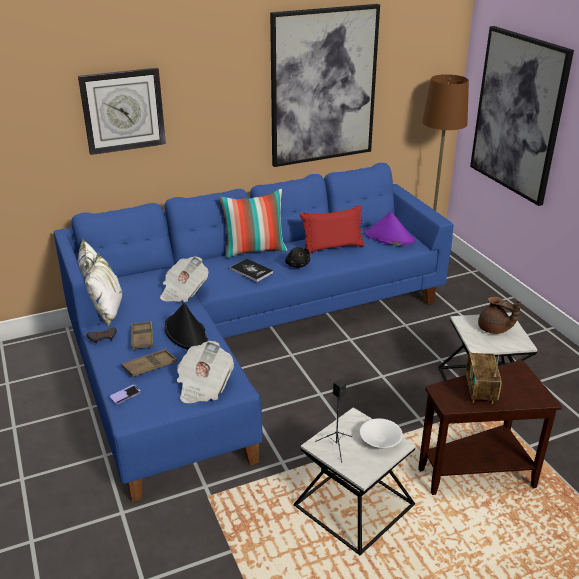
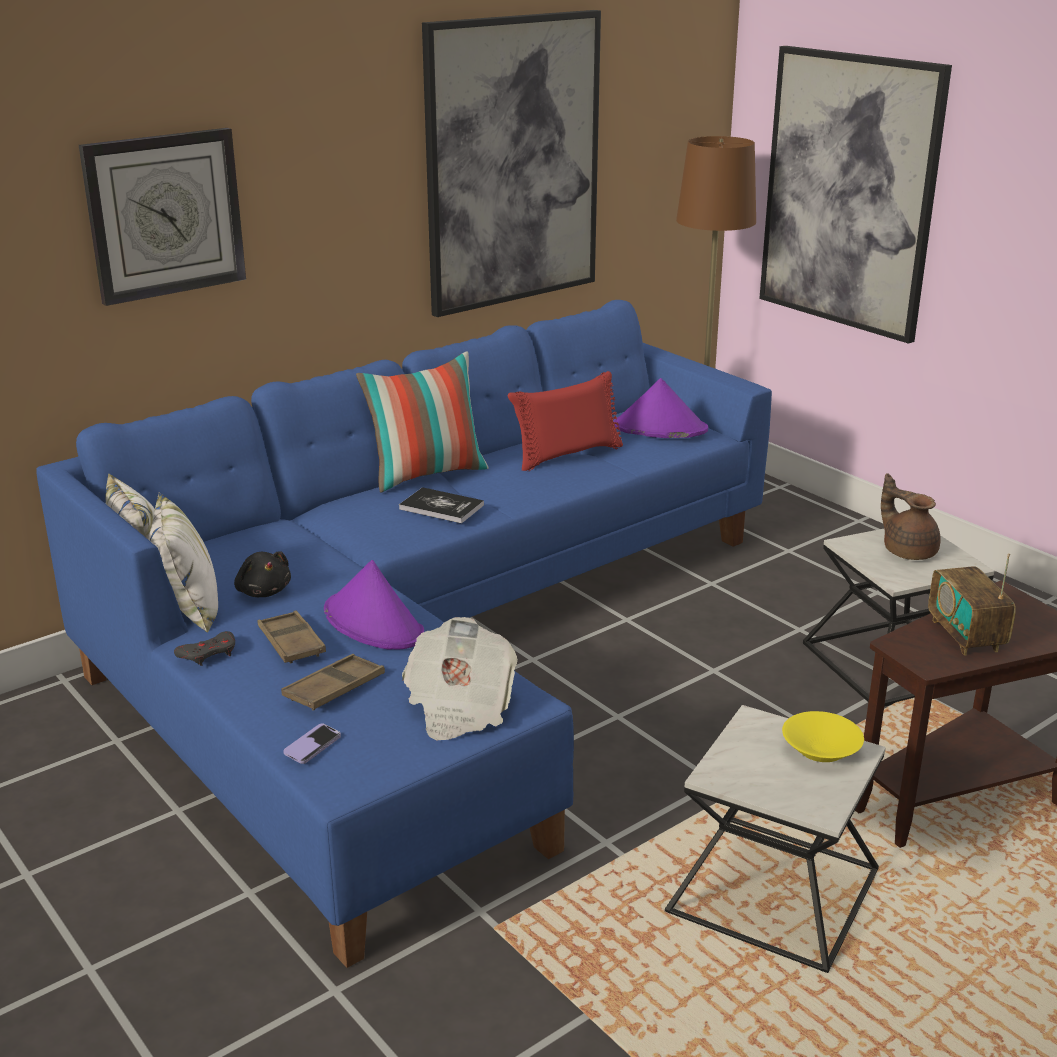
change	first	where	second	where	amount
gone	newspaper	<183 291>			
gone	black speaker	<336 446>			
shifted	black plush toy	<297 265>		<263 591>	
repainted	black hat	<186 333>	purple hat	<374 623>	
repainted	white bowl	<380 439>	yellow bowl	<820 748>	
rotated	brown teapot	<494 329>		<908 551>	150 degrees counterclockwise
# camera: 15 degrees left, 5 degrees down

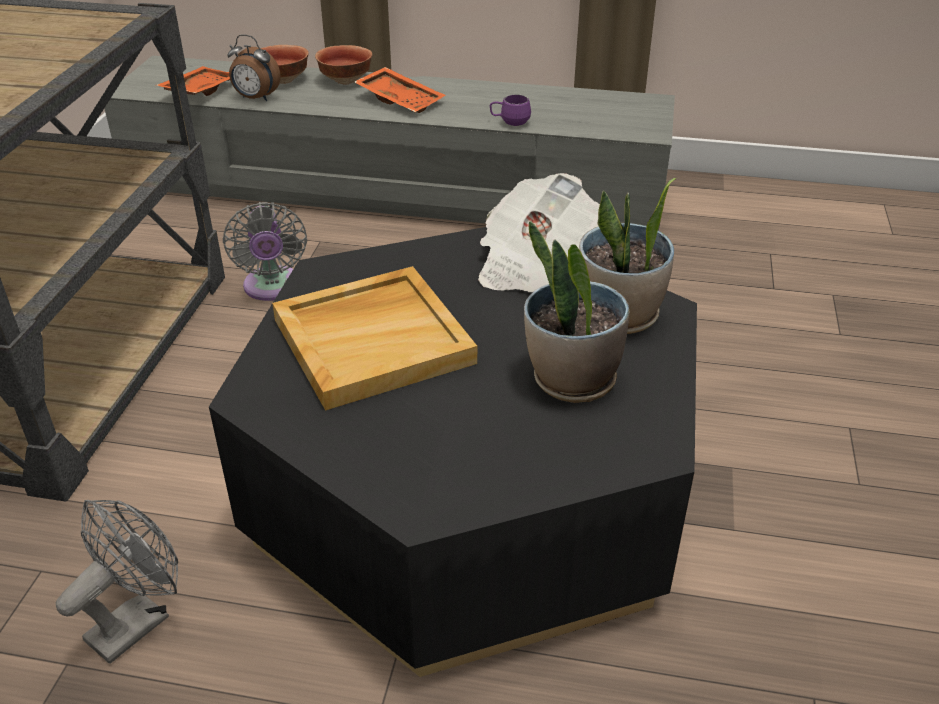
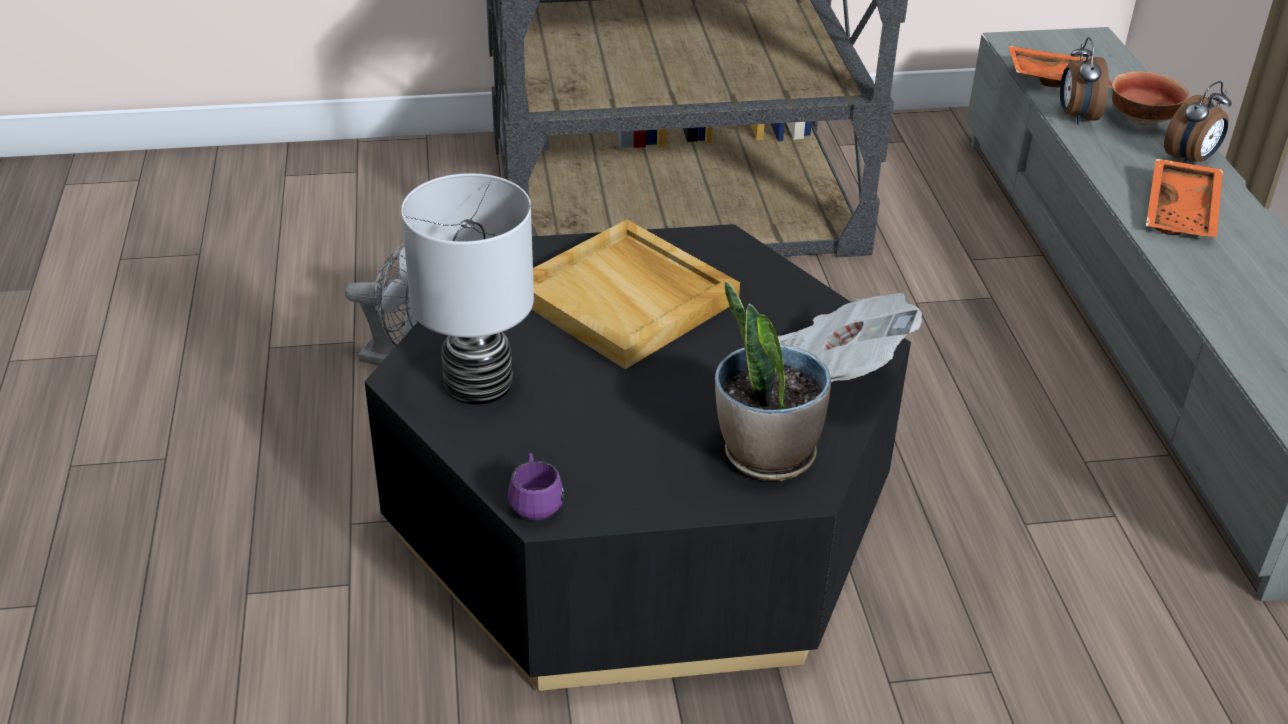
change	first	where	second	where	amount
gone	grey fan	<272 288>			
gone	potted plant	<571 380>			
new			grey table lamp	<478 384>	
shifted	purple mug	<509 122>		<535 502>	
swapped	bowl	<345 80>	alarm clock	<1191 160>	
# camera: 70 degrees right, 0 degrees up

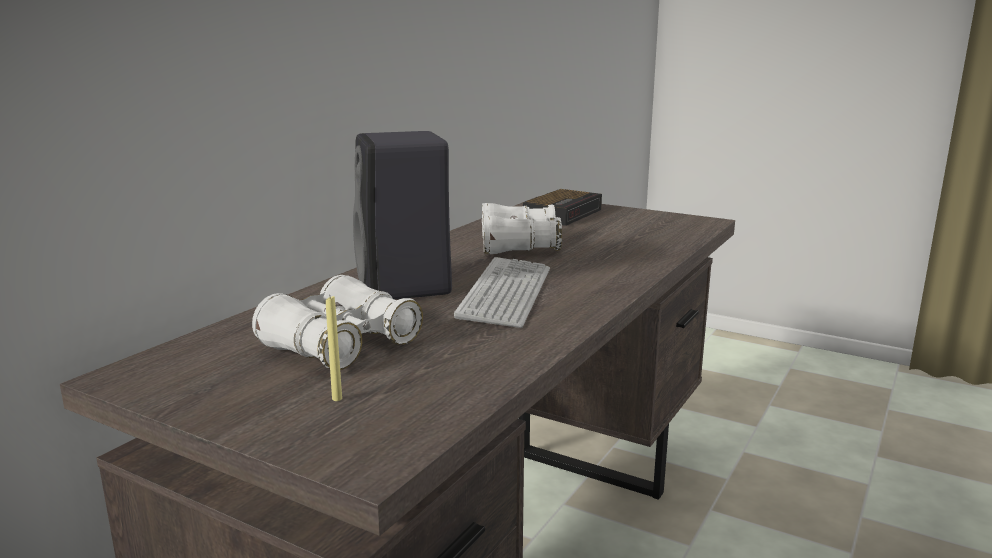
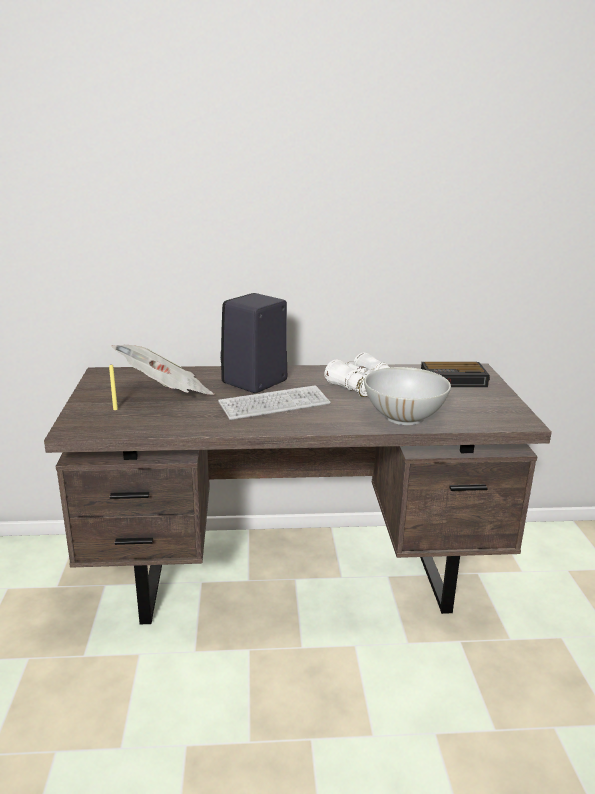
change	first	where	second	where	amount
new			white bowl	<404 417>	
swapped	white binoculars	<341 345>	newspaper	<166 393>	
# camera: 55 degrees right, 5 degrees up

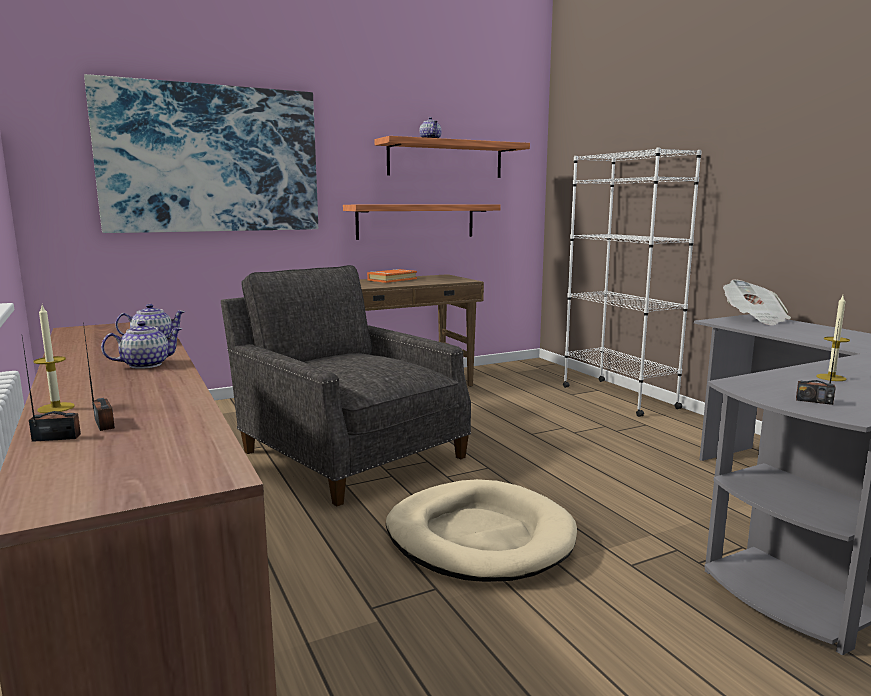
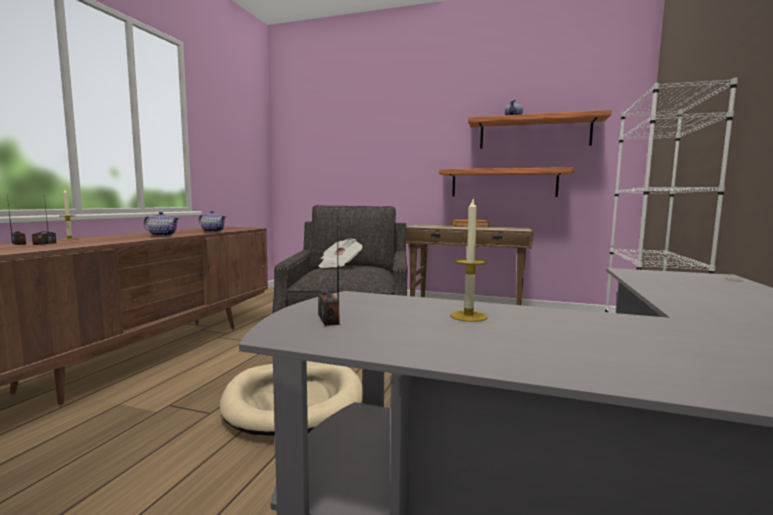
change	first	where	second	where	amount
gone	picture	<211 159>			
shifted	newspaper	<754 319>		<339 265>	
# camera: 45 degrees right, 5 degrees down

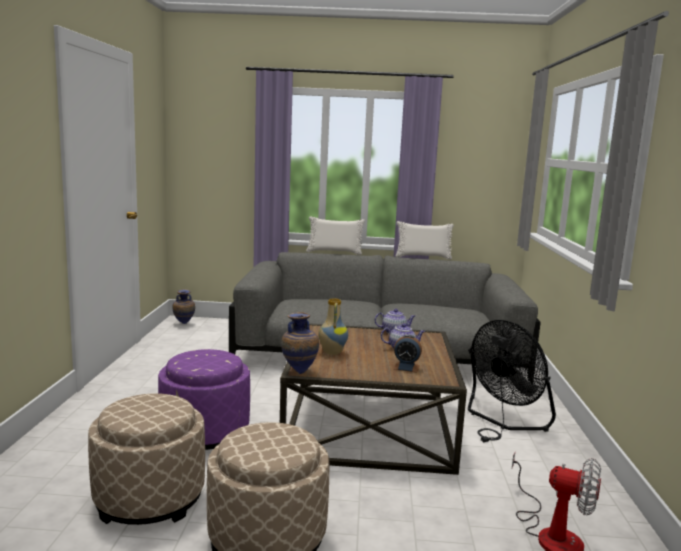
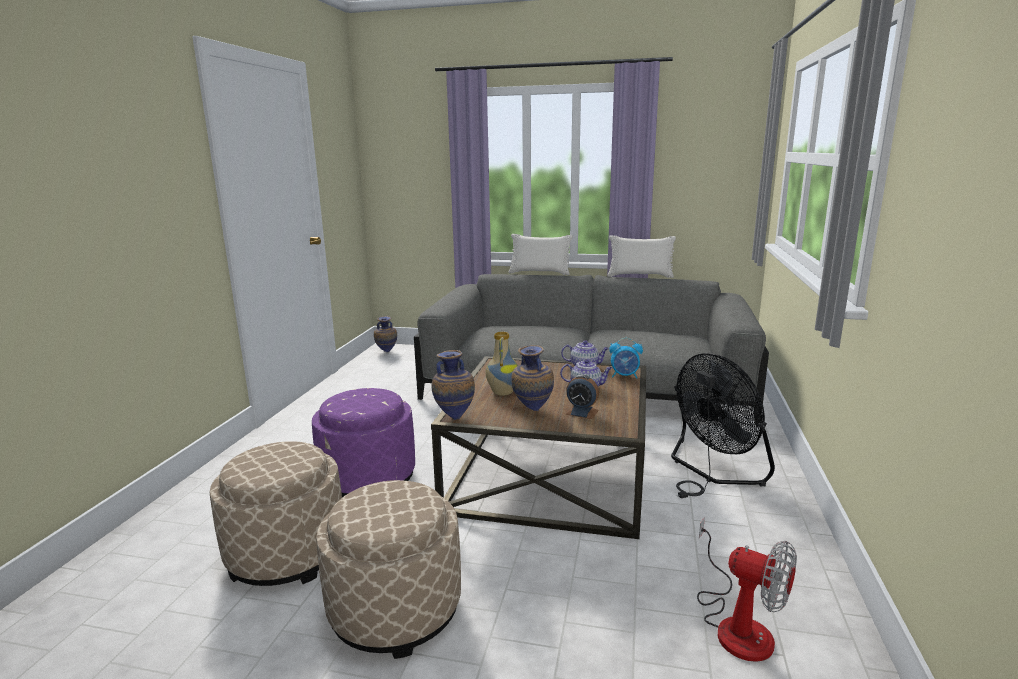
change	first	where	second	where	amount
new			vase	<532 411>	
new			alarm clock	<625 376>	
# camera: 10 degrees right, 5 degrees up

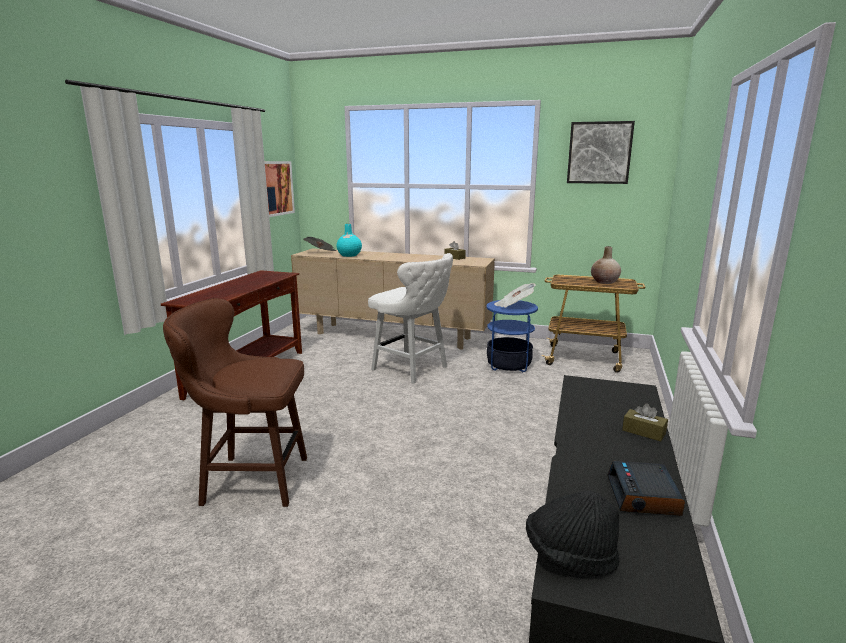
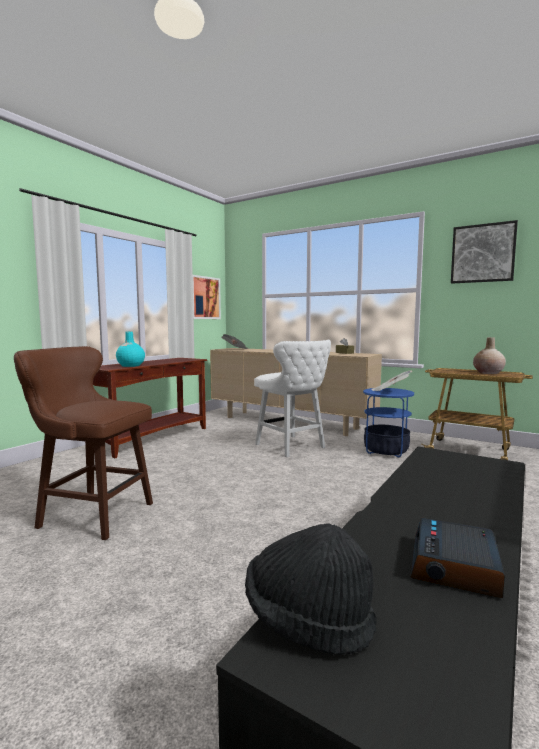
change	first	where	second	where	amount
gone	brown tissue box	<643 432>			
shifted	turquoise vase	<349 255>		<130 366>	
# camera: 15 degrees right, 10 degrees down

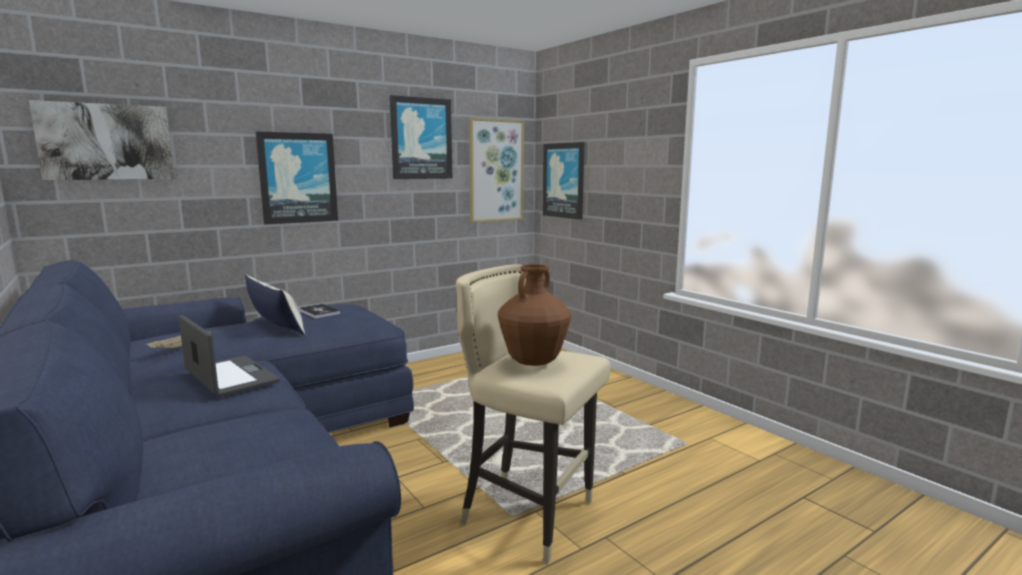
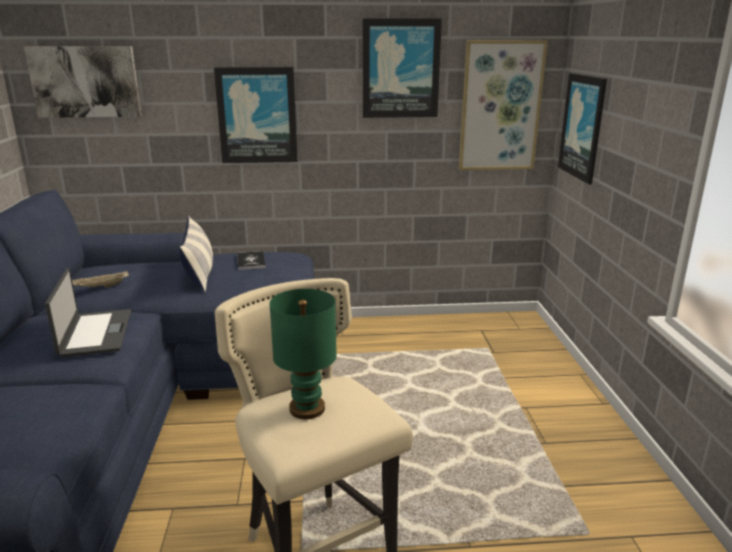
change	first	where	second	where	amount
swapped	brown vase	<533 362>	green table lamp	<306 409>	
# camera: 30 degrees right, 10 degrees up

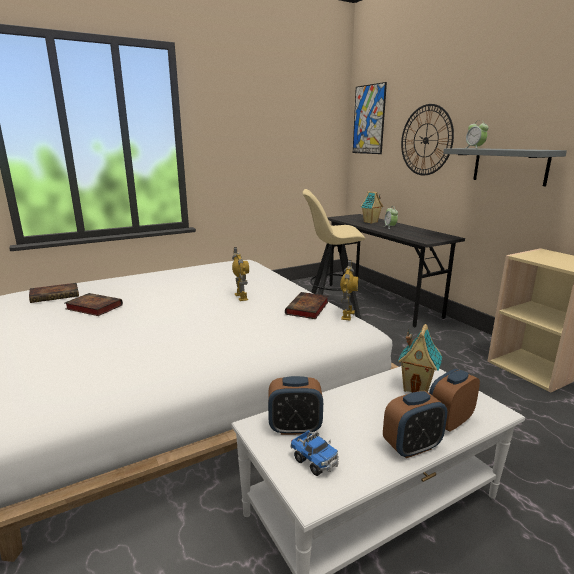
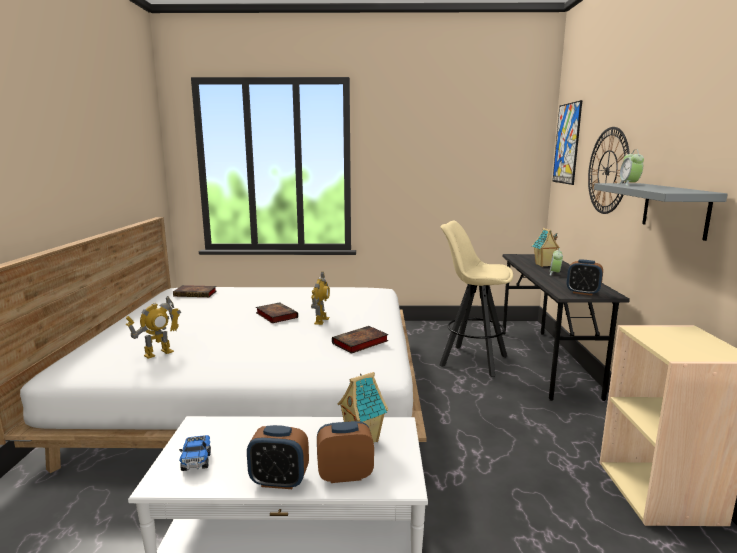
change	first	where	second	where	amount
shifted	book	<92 307>		<275 315>	
shifted	alarm clock	<295 428>		<583 292>	
shifted	toy robot	<347 315>		<158 353>	
# camera: 30 degrees right, 5 degrees down

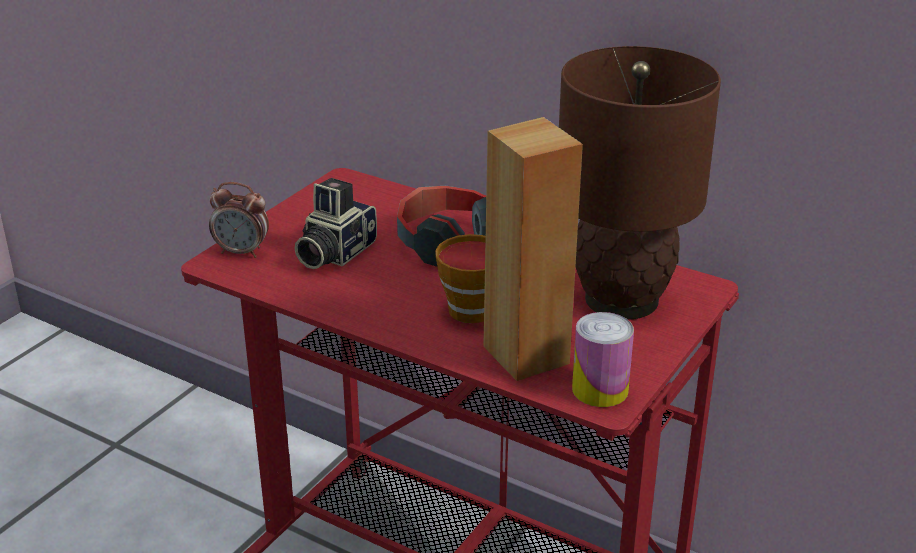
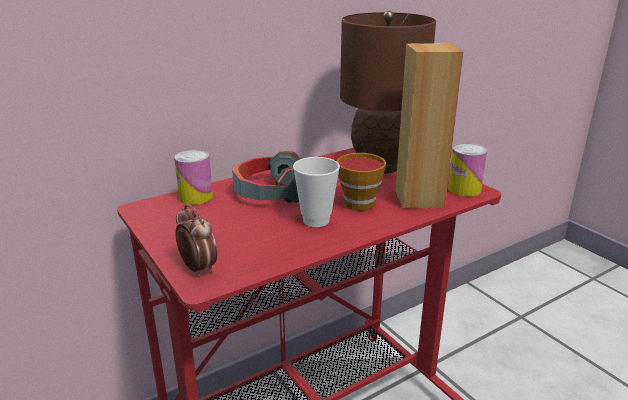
change	first	where	second	where	amount
gone	photo camera	<333 253>			
new			can	<196 197>	
new			cup	<316 220>	
rotated	alarm clock	<242 252>		<198 268>	75 degrees counterclockwise
# camera: 65 degrees left, 5 degrees down

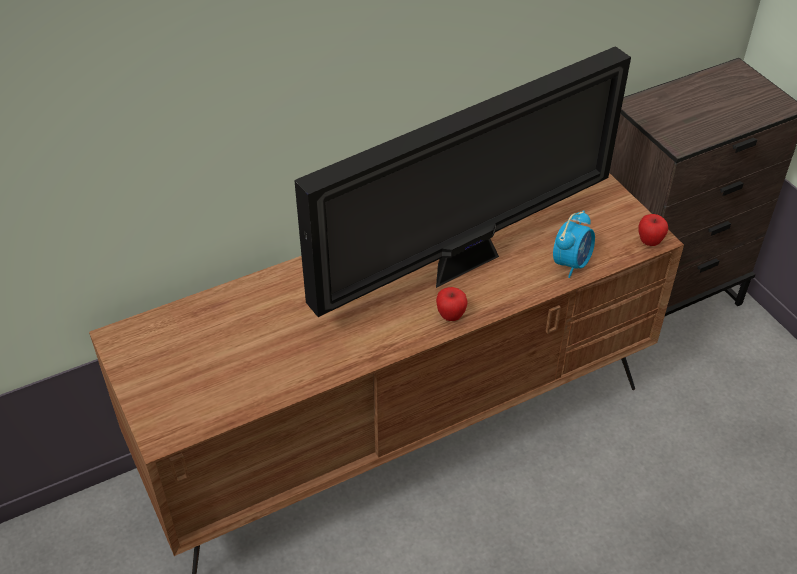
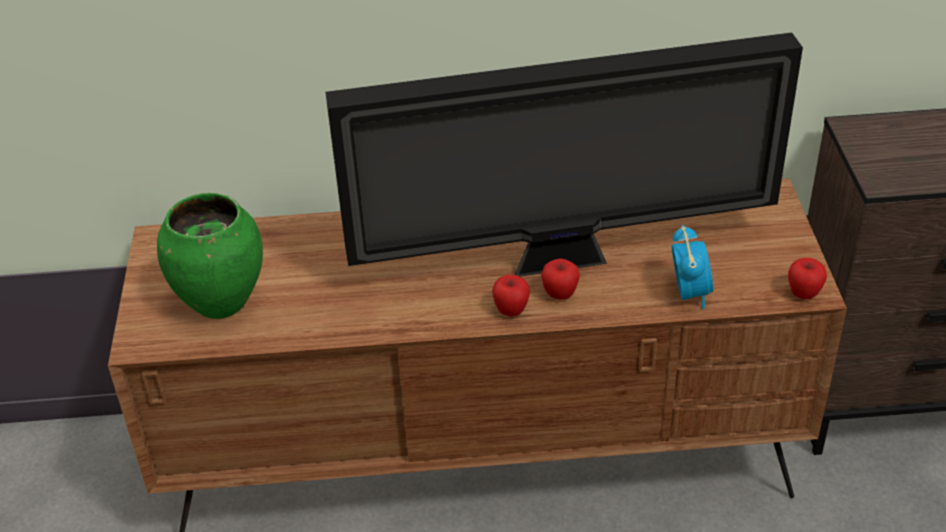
change	first	where	second	where	amount
new			green vase	<220 302>	
new			apple	<560 295>	
rotated	alarm clock	<571 263>		<689 292>	60 degrees counterclockwise
# camera: 25 degrees right, 5 degrees down

